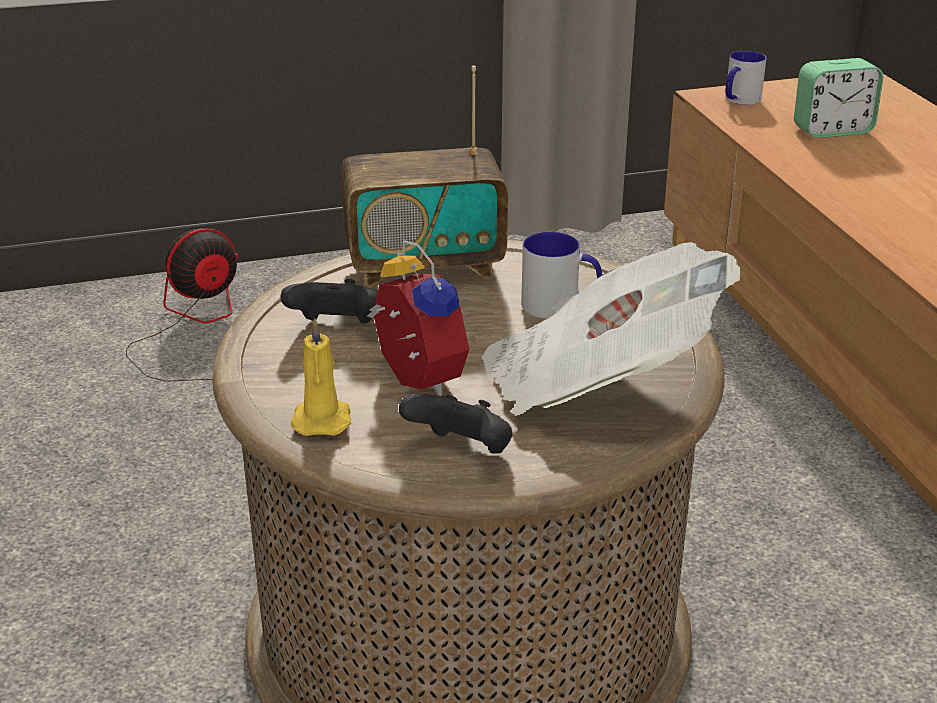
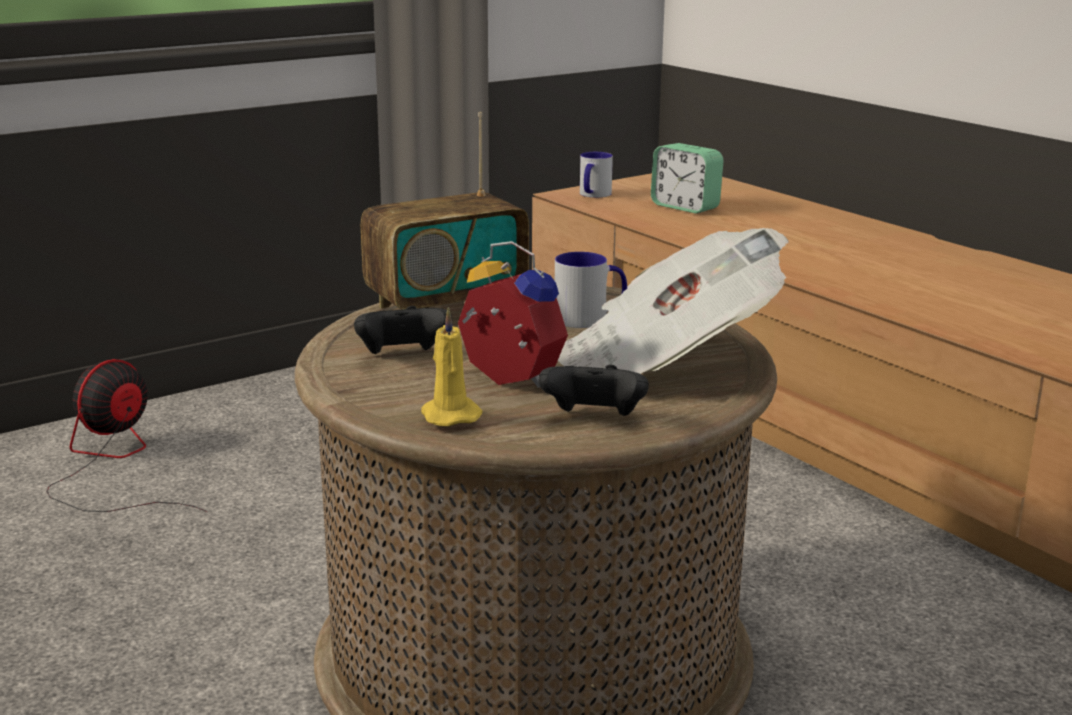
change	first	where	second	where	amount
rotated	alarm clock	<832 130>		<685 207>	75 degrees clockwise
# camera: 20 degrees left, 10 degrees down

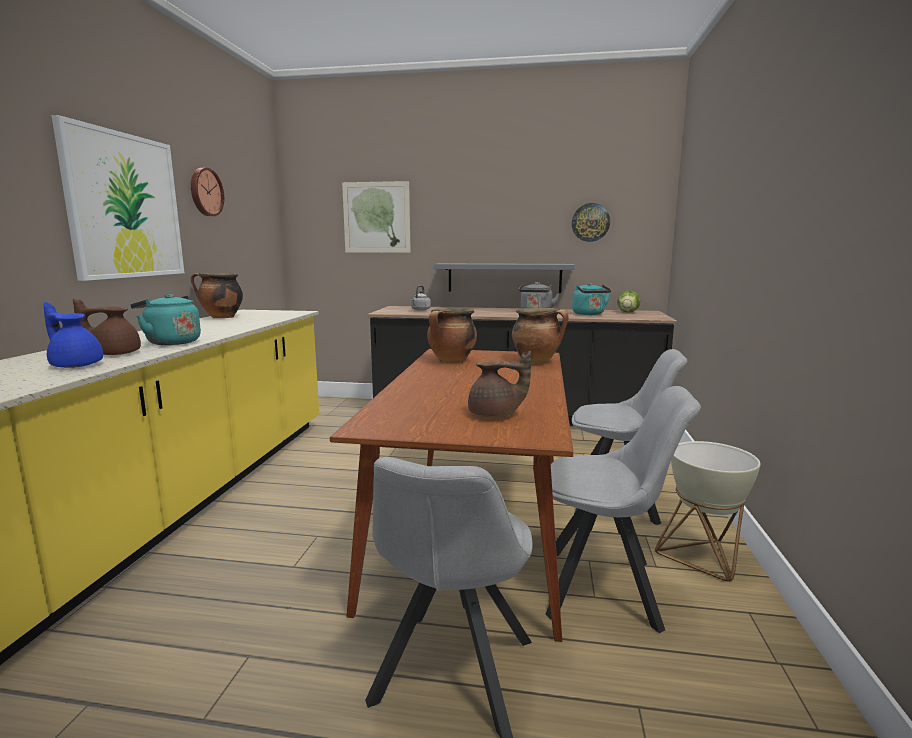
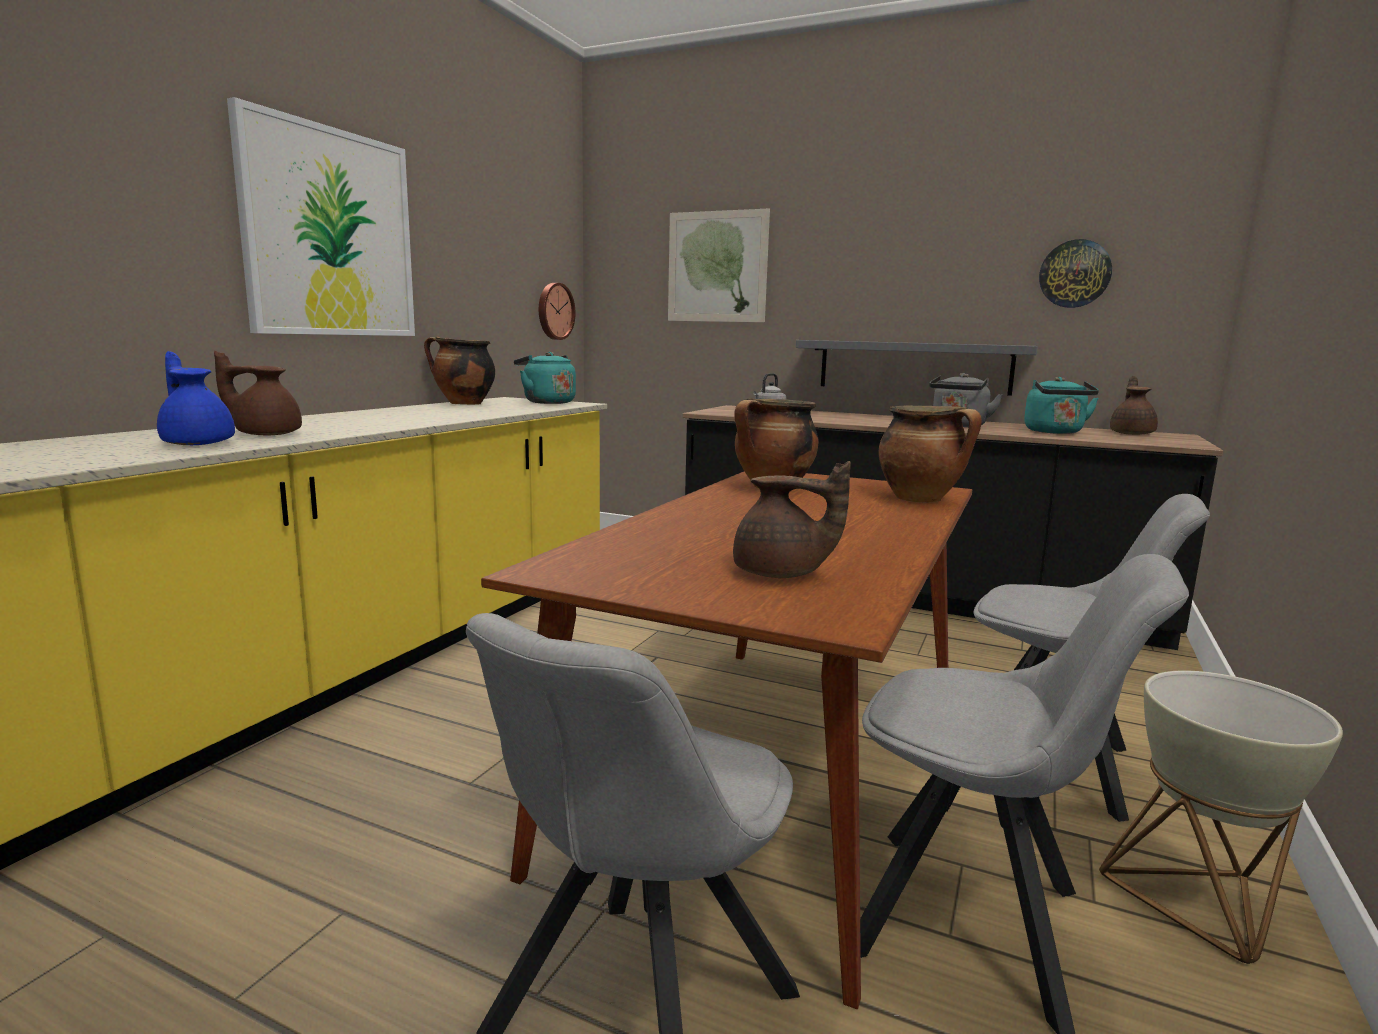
change	first	where	second	where	amount
shifted	turquoise kettle	<171 342>		<546 402>	
shifted	wall clock	<205 192>		<554 311>	
swapped	lettuce	<628 312>	brown teapot	<1131 434>	
# camera: 15 degrees right, 0 degrees up

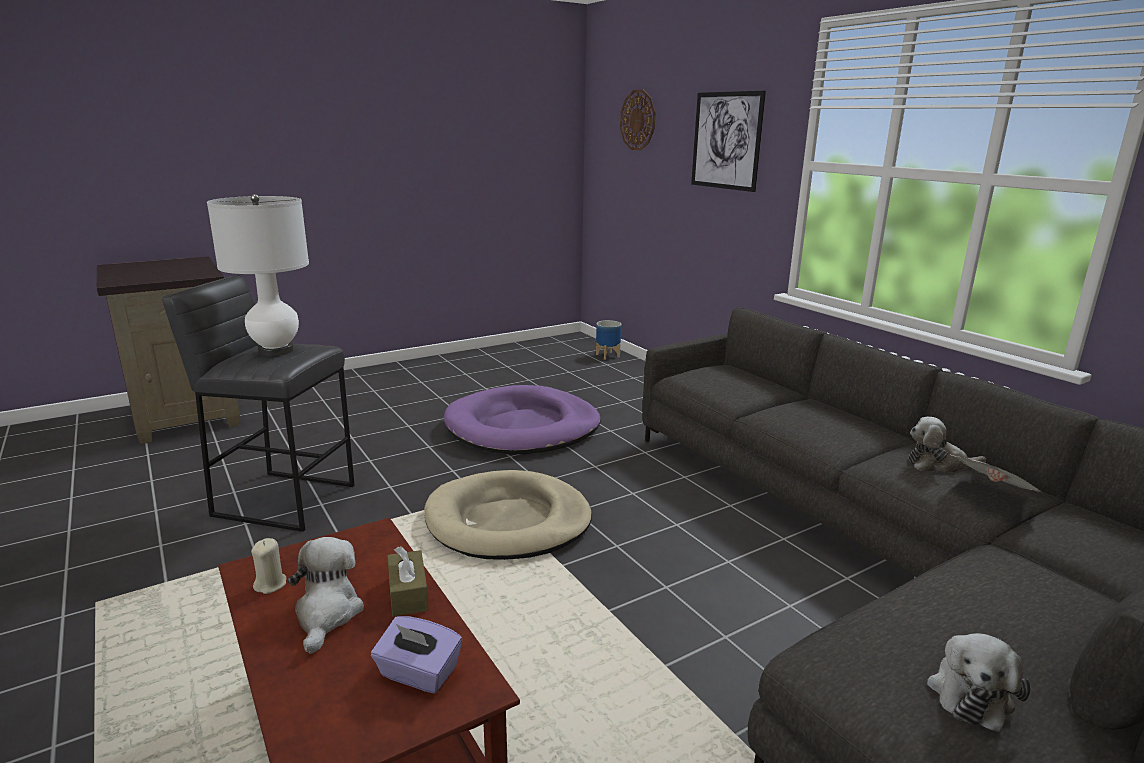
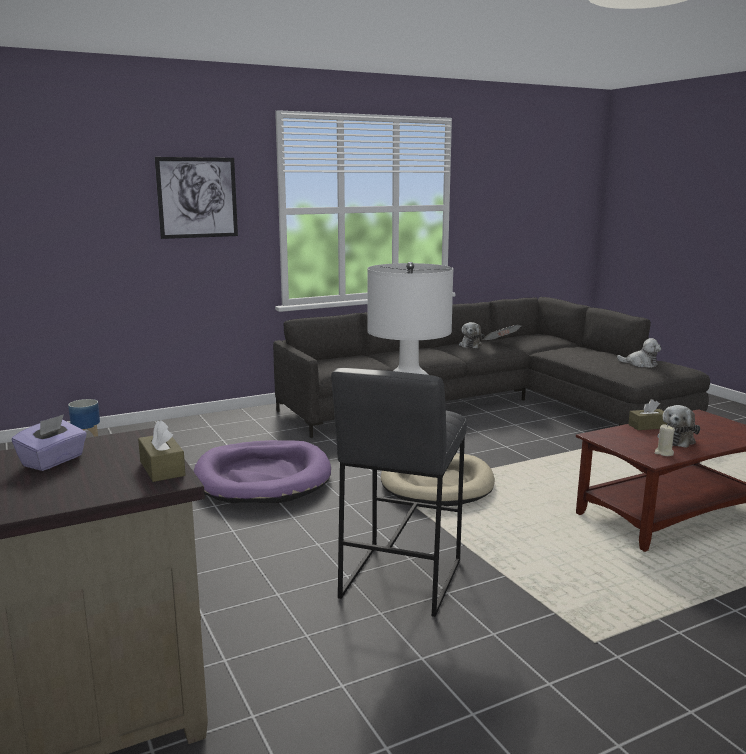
change	first	where	second	where	amount
gone	wall clock	<638 120>			
new			brown tissue box	<162 468>	
shifted	purple tissue box	<418 674>		<53 461>	
rotated	plush toy	<327 614>		<677 439>	60 degrees counterclockwise
# camera: 85 degrees left, 5 degrees down

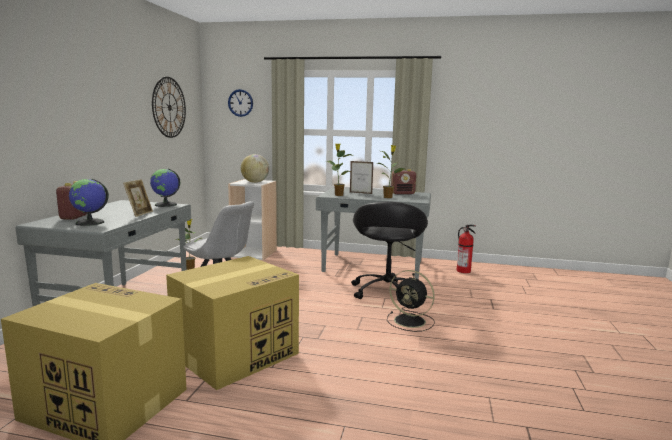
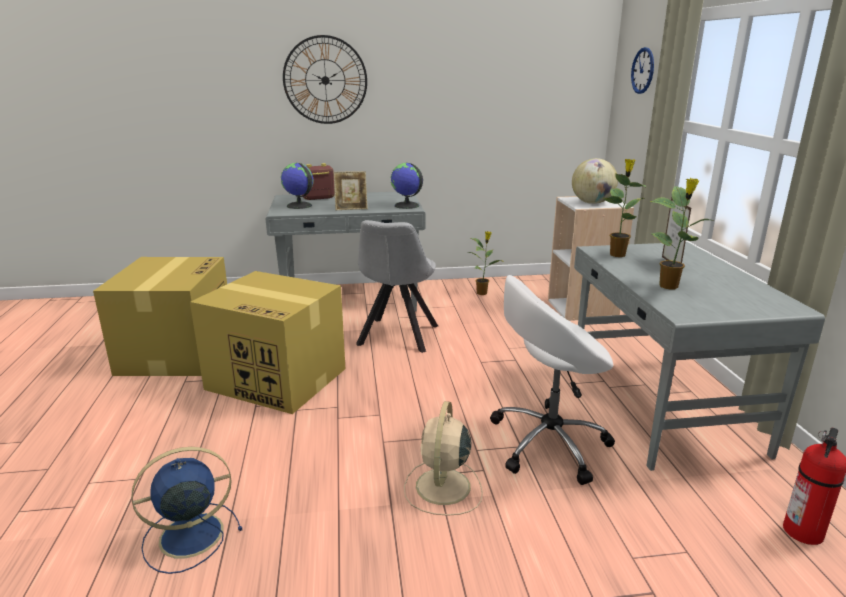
change	first	where	second	where	amount
gone	radio	<403 193>			
new			blue fan	<188 536>	
shifted	wall clock	<169 107>		<325 80>	
repainted	black office chair	<386 292>	white office chair	<546 443>	
repainted	black fan	<411 321>	beige fan	<442 488>	
# camera: 70 degrees right, 10 degrees up

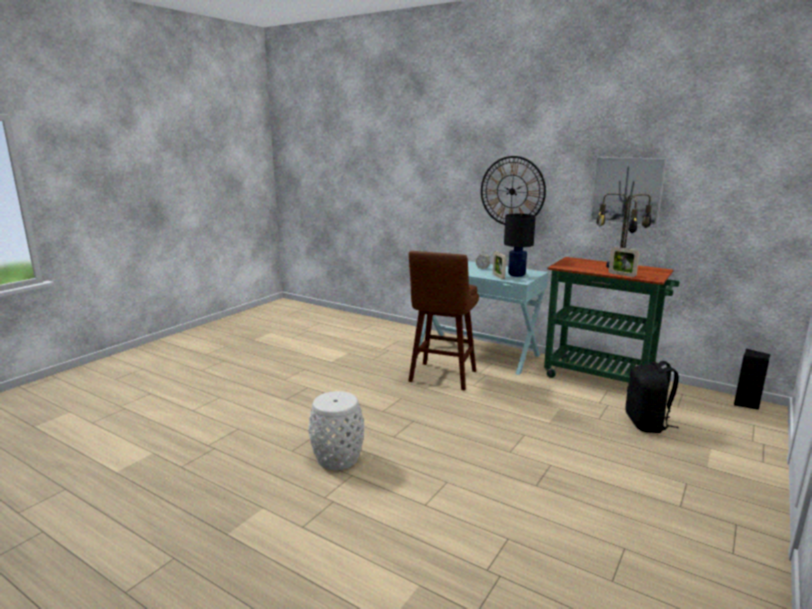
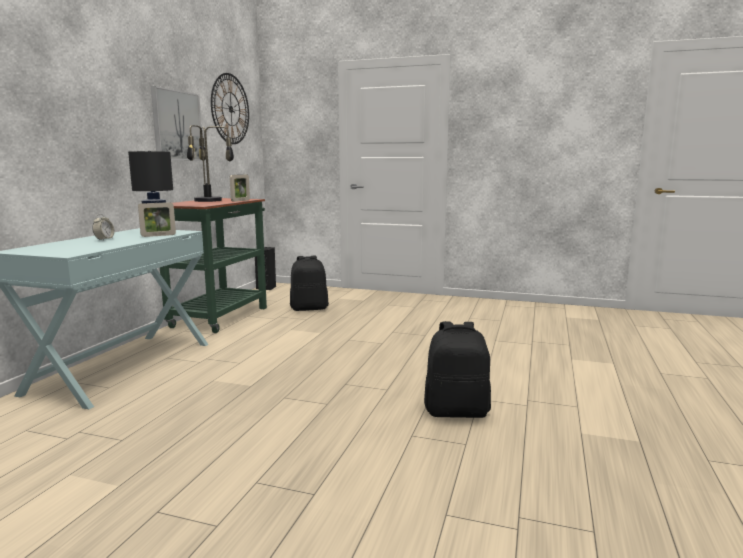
change	first	where	second	where	amount
gone	brown stool	<441 377>			
shifted	wall clock	<512 191>		<230 109>	
swapped	white stool	<338 459>	black backpack	<457 411>	
# camera: 105 degrees left, 5 degrees down

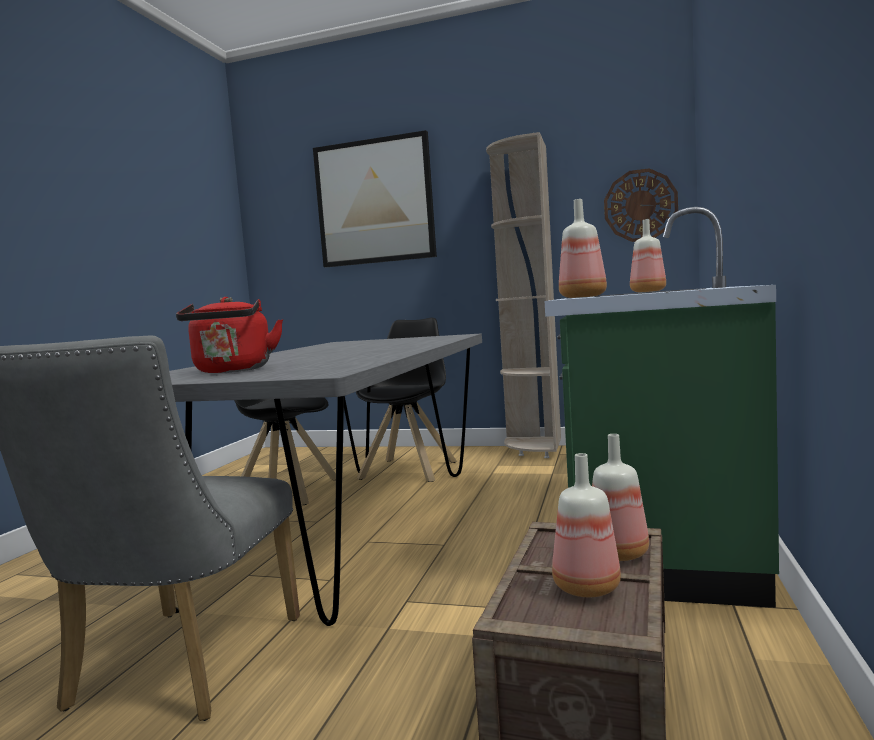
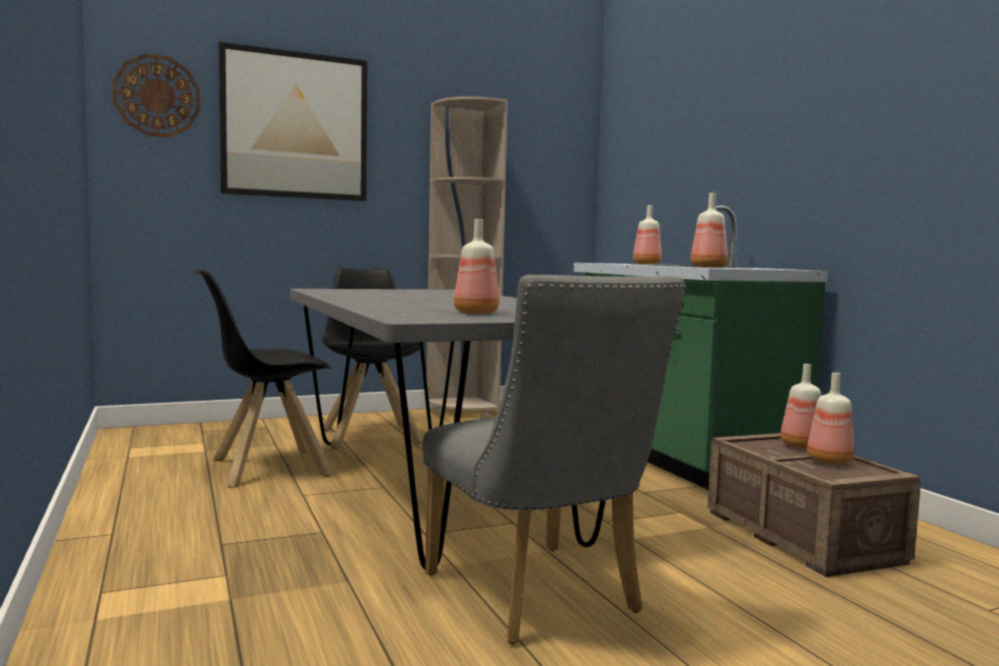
change	first	where	second	where	amount
shifted	wall clock	<640 205>		<157 96>	
swapped	red kettle	<232 371>	bottle	<476 313>	
# camera: 40 degrees left, 0 degrees up

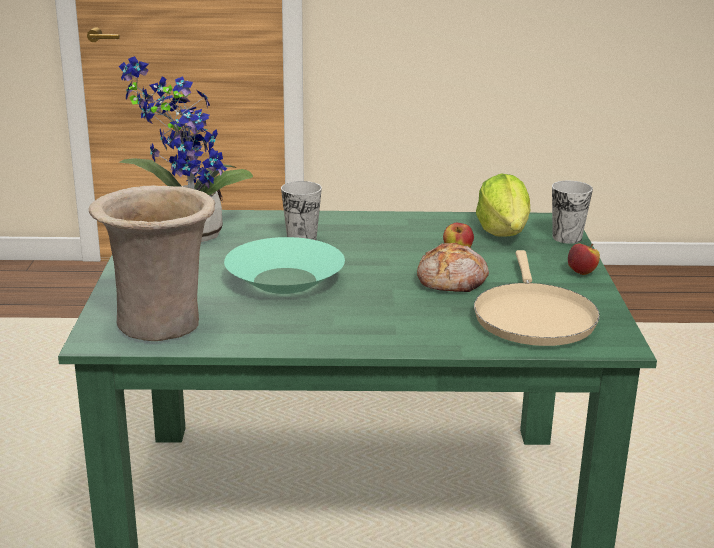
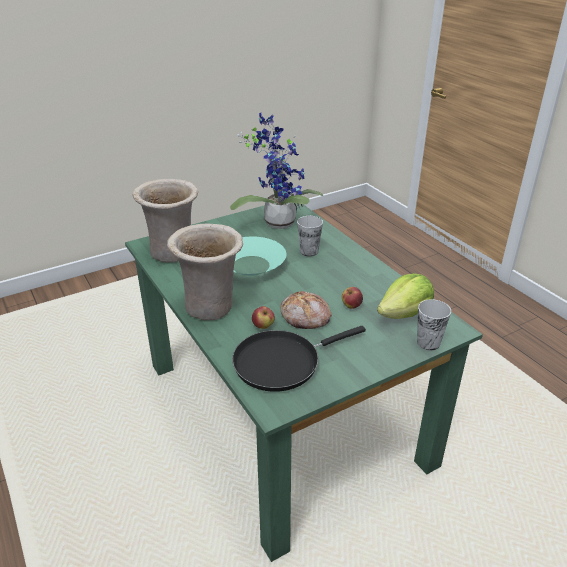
change	first	where	second	where	amount
new			beige vase	<211 306>	
shifted	apple	<582 272>		<263 326>	
repainted	beige frying pan	<533 317>	black frying pan	<282 362>	
# camera: 60 degrees right, 10 degrees up

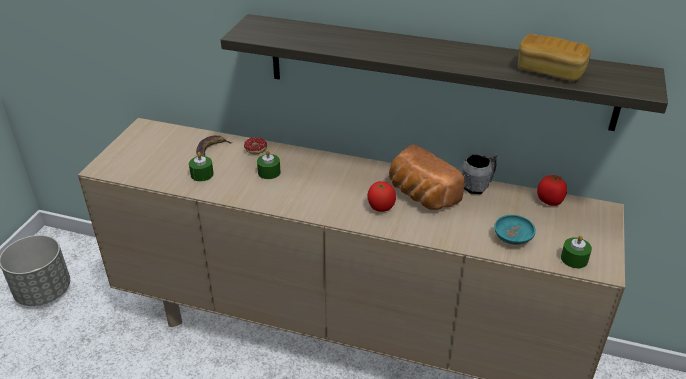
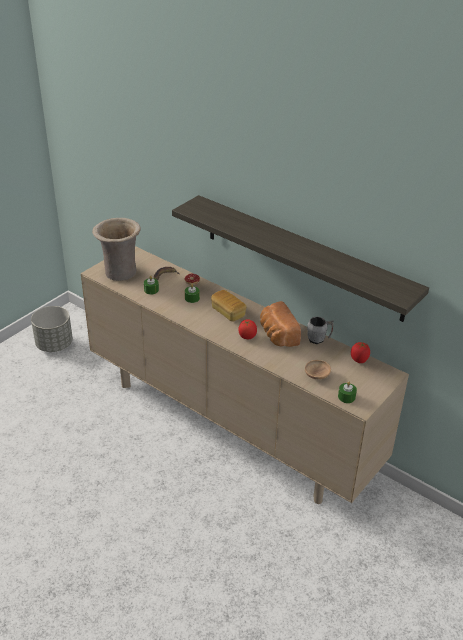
change	first	where	second	where	amount
new			beige vase	<119 272>	
shifted	bread	<550 71>		<228 312>	
repainted	turquoise bowl	<512 238>	brown bowl	<317 375>	
# camera: 20 degrees right, 0 degrees up

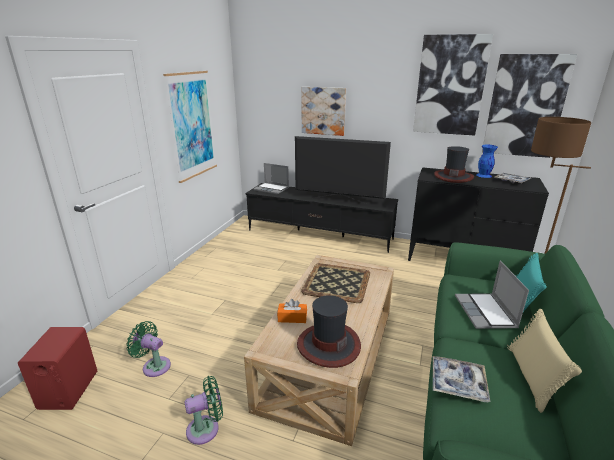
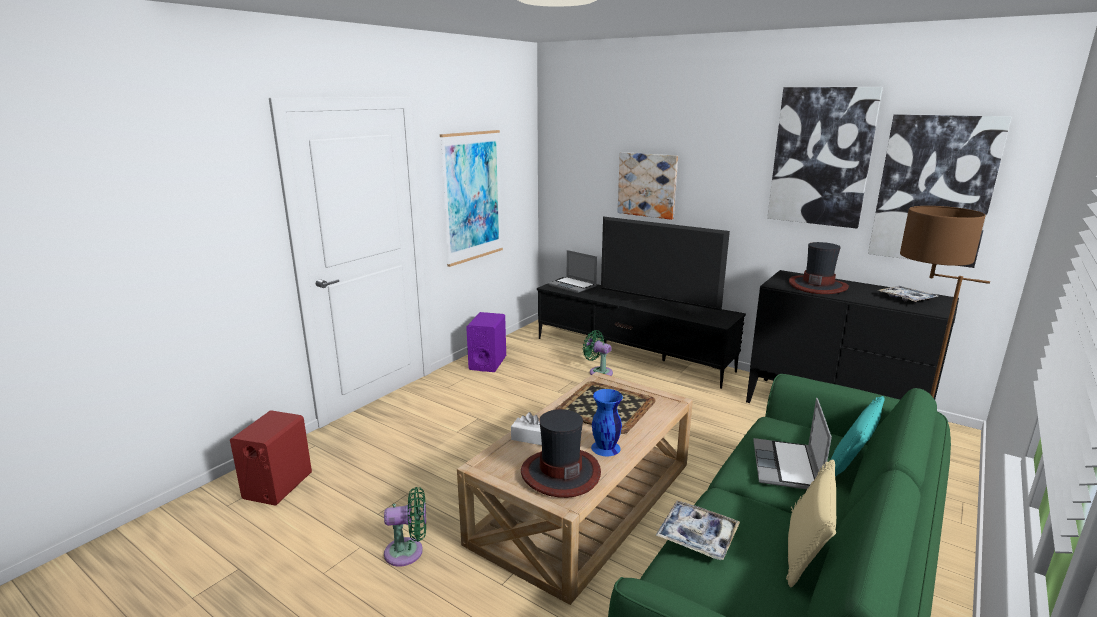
change	first	where	second	where	amount
new			purple speaker	<487 363>	
shifted	green fan	<154 366>		<598 372>	
shifted	blue vase	<483 175>		<605 448>	
repainted	orange tissue box	<292 318>	white tissue box	<530 438>	
# camera: 15 degrees right, 5 degrees down

